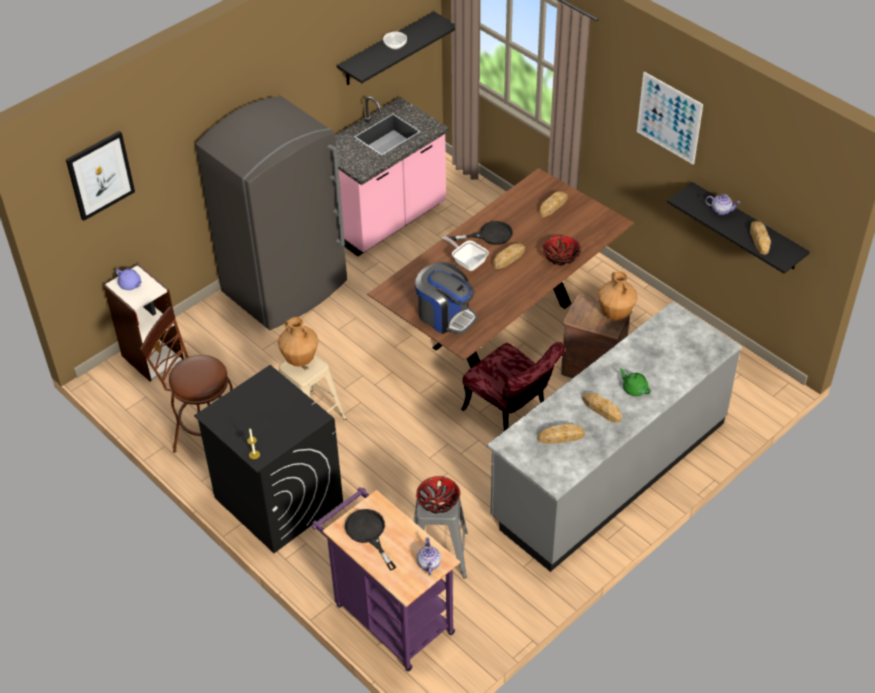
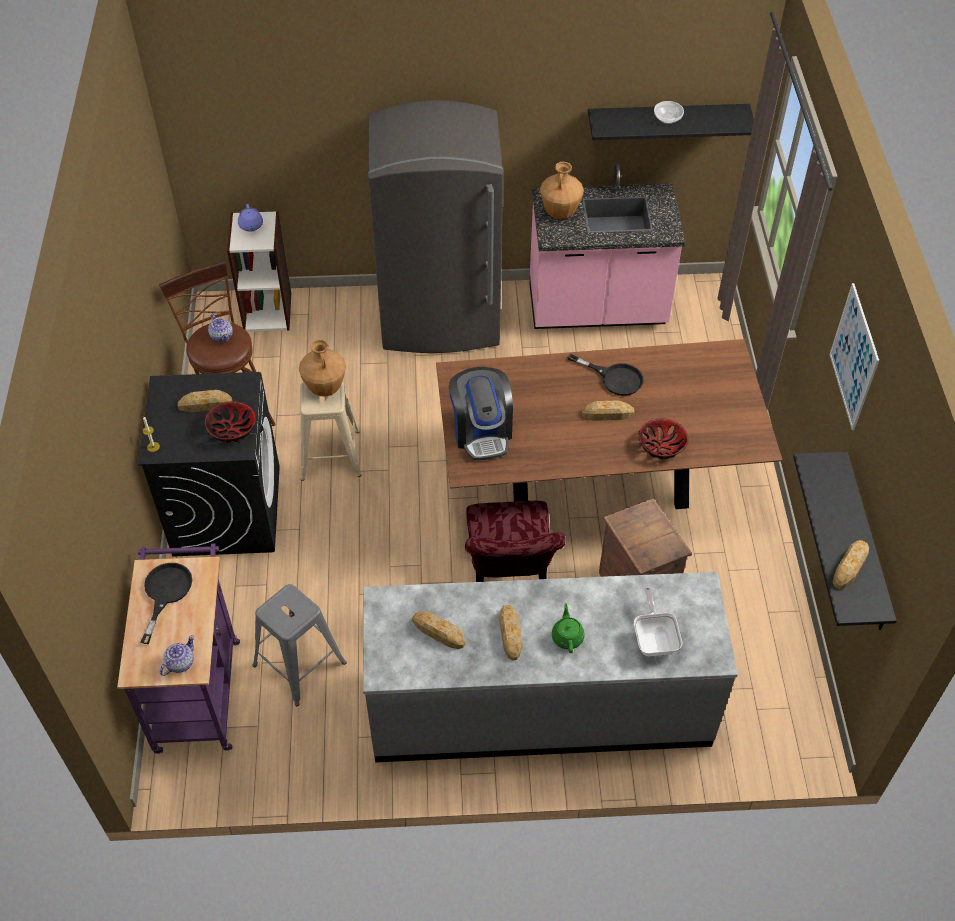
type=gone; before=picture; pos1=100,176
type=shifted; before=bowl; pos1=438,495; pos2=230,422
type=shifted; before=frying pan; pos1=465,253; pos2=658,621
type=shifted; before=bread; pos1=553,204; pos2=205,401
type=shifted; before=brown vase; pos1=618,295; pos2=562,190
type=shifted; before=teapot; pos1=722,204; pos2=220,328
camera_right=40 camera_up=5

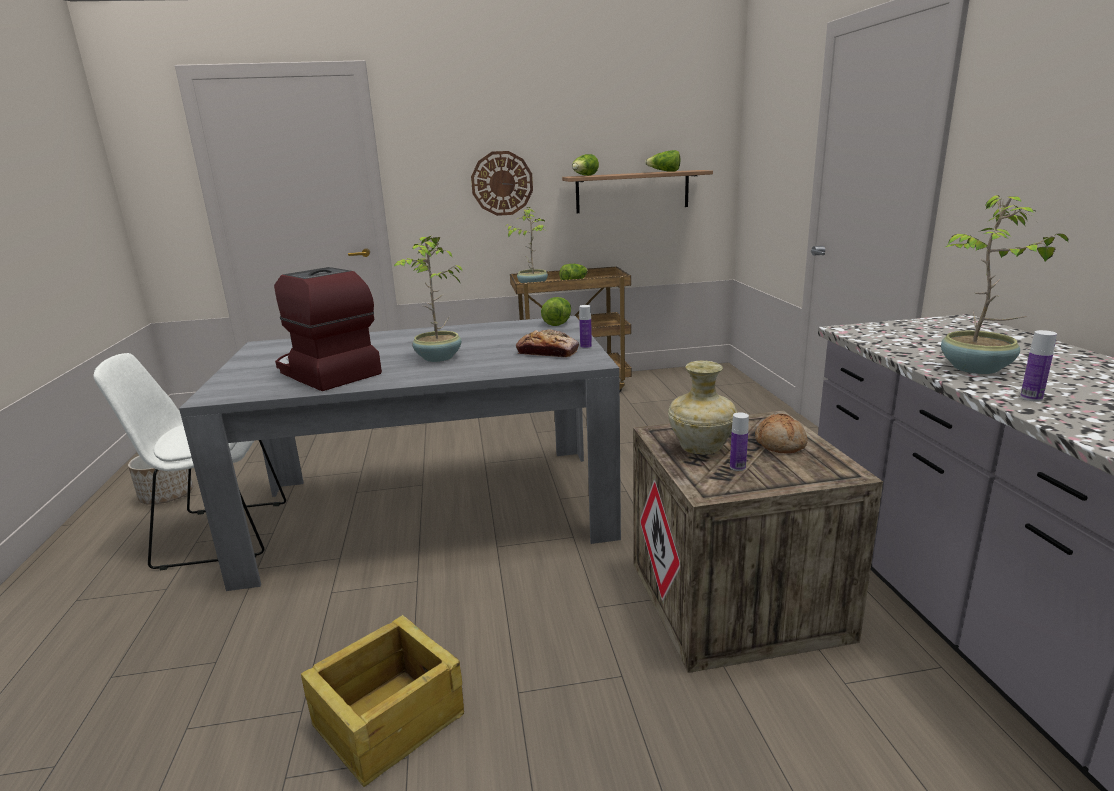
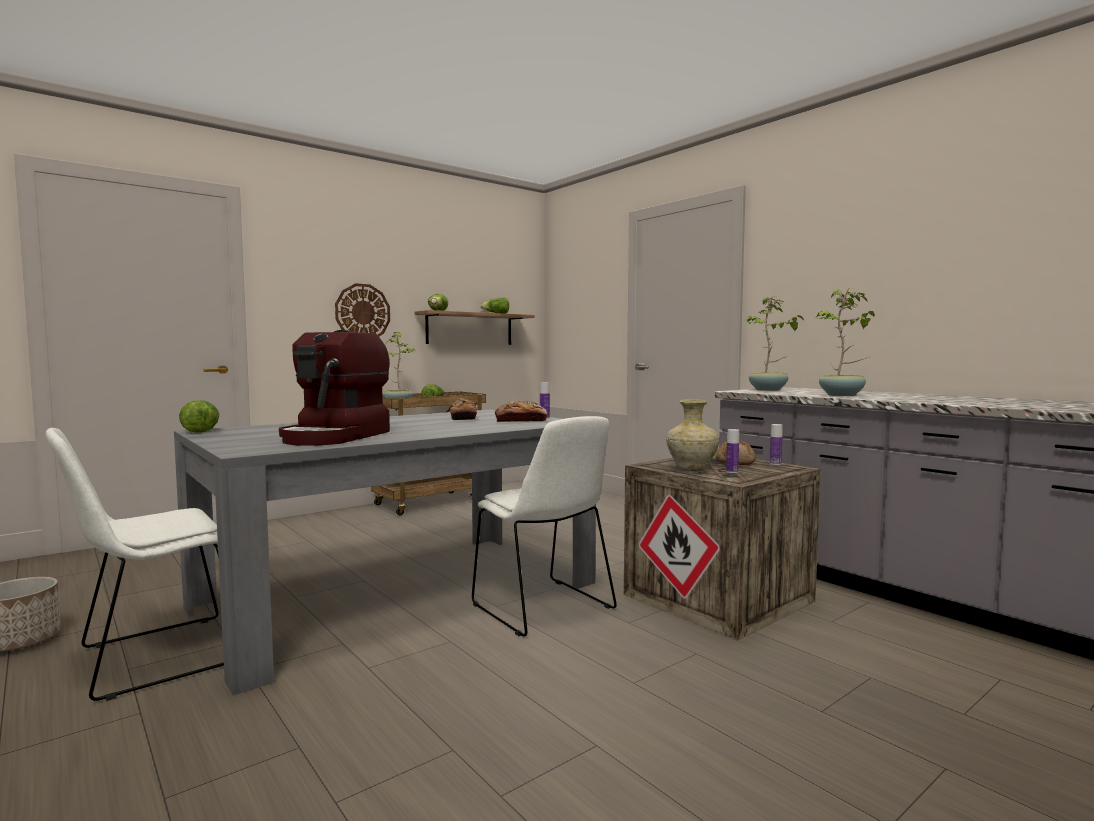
type=rotated; before=coffee machine; pos1=328,329; pos2=334,388; turn=-90
type=gone; before=crate; pos1=382,701
type=shifted; before=potted plant; pos1=428,298; pos2=775,343
type=shifted; before=lettuce; pos1=556,311; pos2=199,416
type=shifted; before=bottle; pos1=1038,366; pos2=776,444
type=new; after=bread; pos2=463,409
type=new; after=white chair; pos2=544,526
camera_right=-30 camera_up=-15

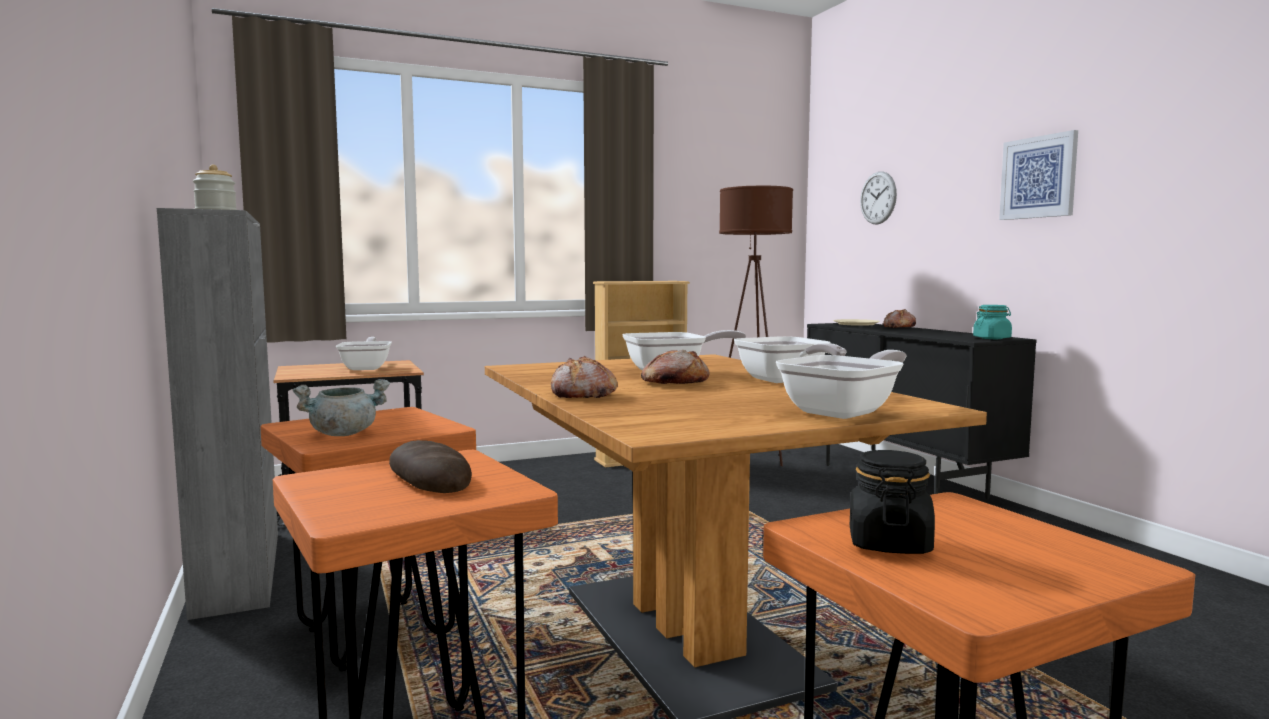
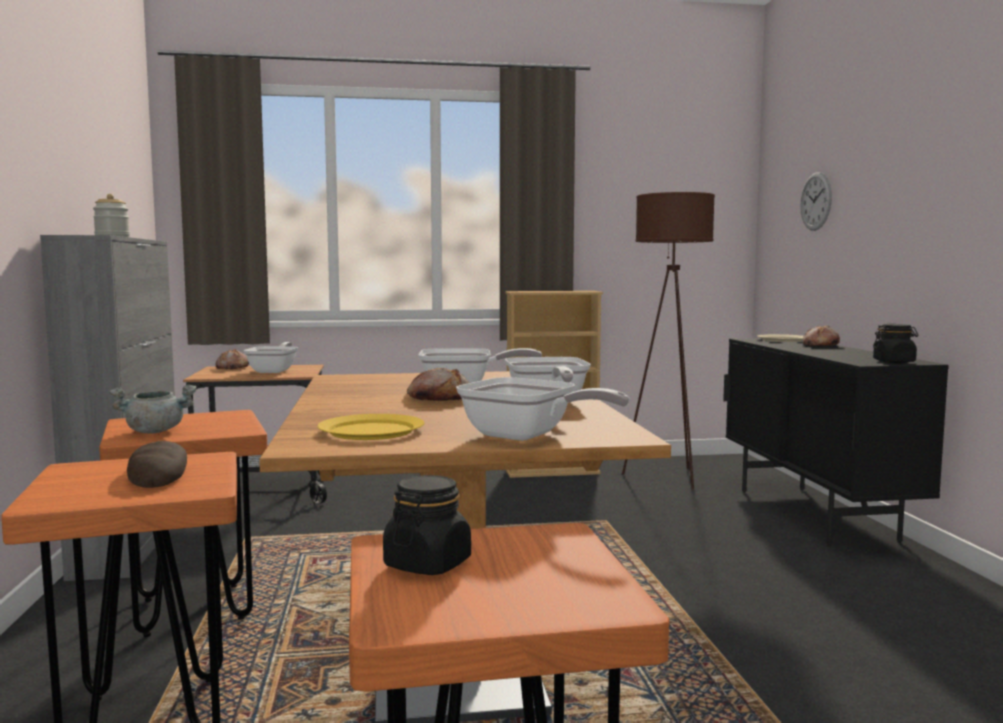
type=shifted; before=bread; pos1=584,377; pos2=232,359
type=rotated; before=frying pan; pos1=841,384; pos2=542,409; turn=60
type=repainted; before=turquoise jar; after=black jar; pos1=992,322; pos2=896,343
type=gone; before=picture; pos1=1038,175
type=new; after=yellow plate; pos2=370,427
camera_right=15 camera_up=0

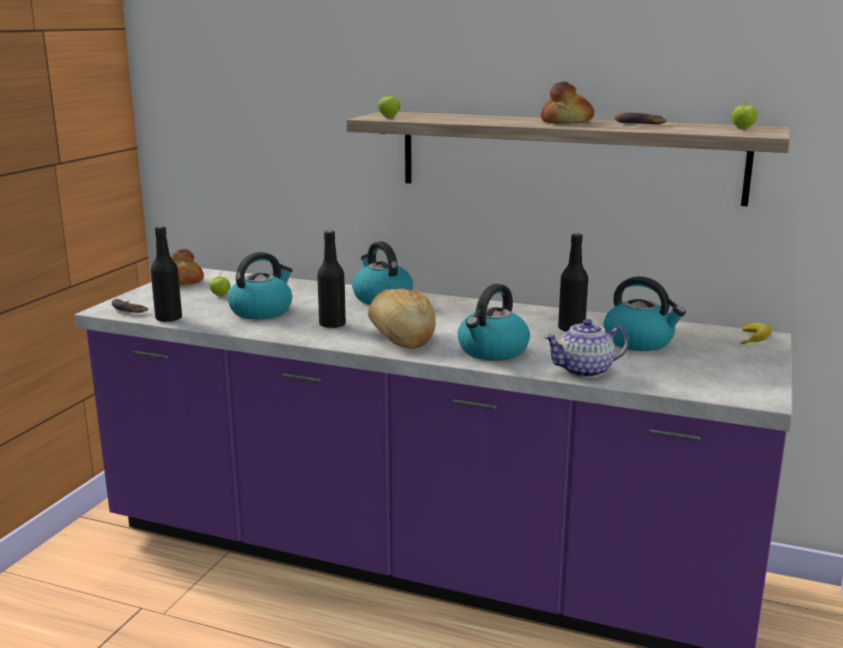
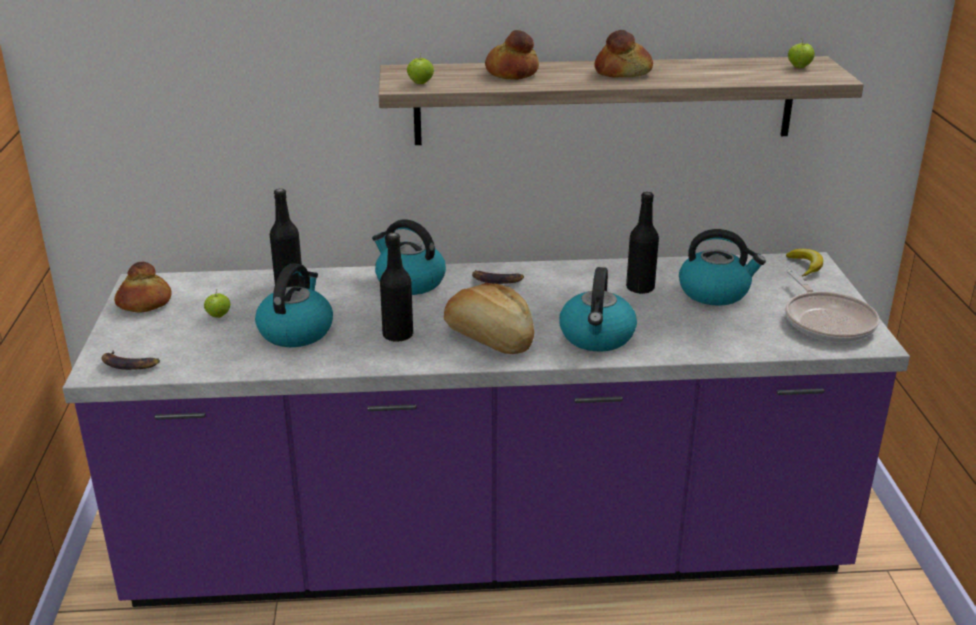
type=shifted; before=black bottle; pos1=166,274; pos2=286,238
type=gone; before=teapot; pos1=586,348
type=shifted; before=banana; pos1=640,119; pos2=498,277
type=new; after=bread; pos2=512,55
type=new; after=frying pan; pos2=832,305
camera_right=-25 camera_up=10

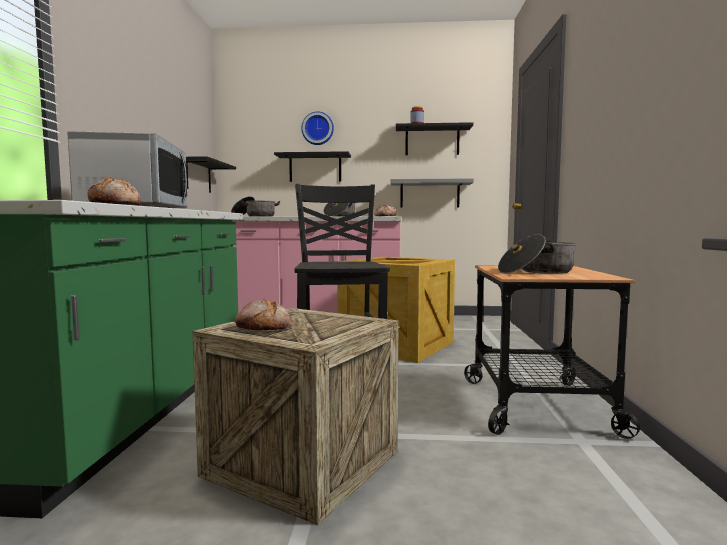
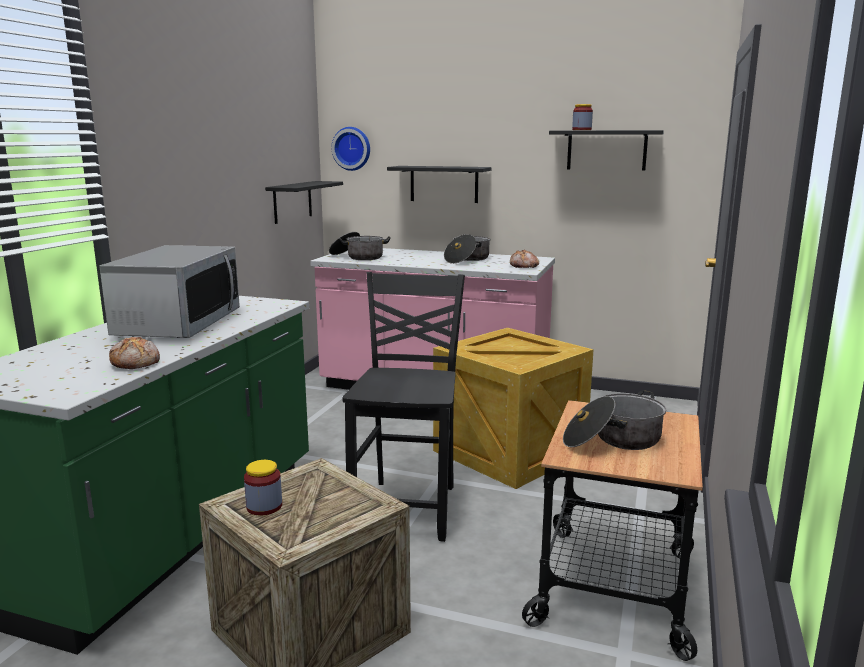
type=swapped; before=bread; after=jar; pos1=262,314; pos2=263,488
type=shifted; before=wall clock; pos1=317,128; pos2=351,149
type=gone; before=grey shelf; pos1=432,193
camera_right=15 camera_up=10

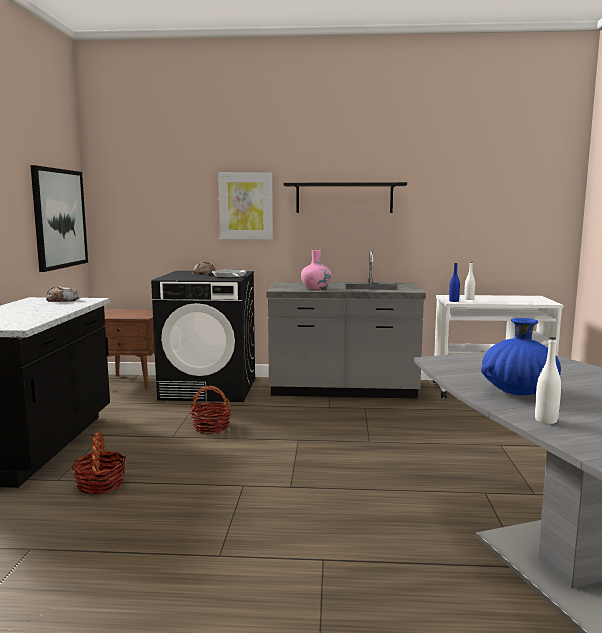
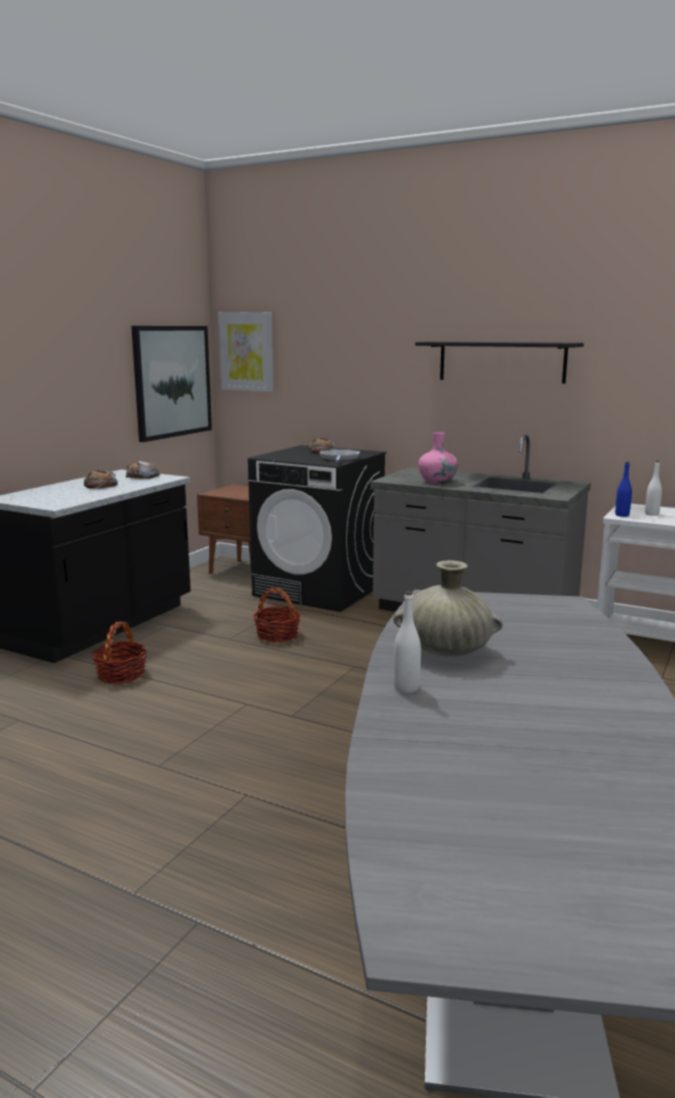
type=shifted; before=picture; pos1=245,205; pos2=246,352
type=repainted; before=blue vase; after=beige vase; pos1=521,356; pos2=448,608
type=new; after=bread; pos2=101,479
camera_right=25 camera_up=5

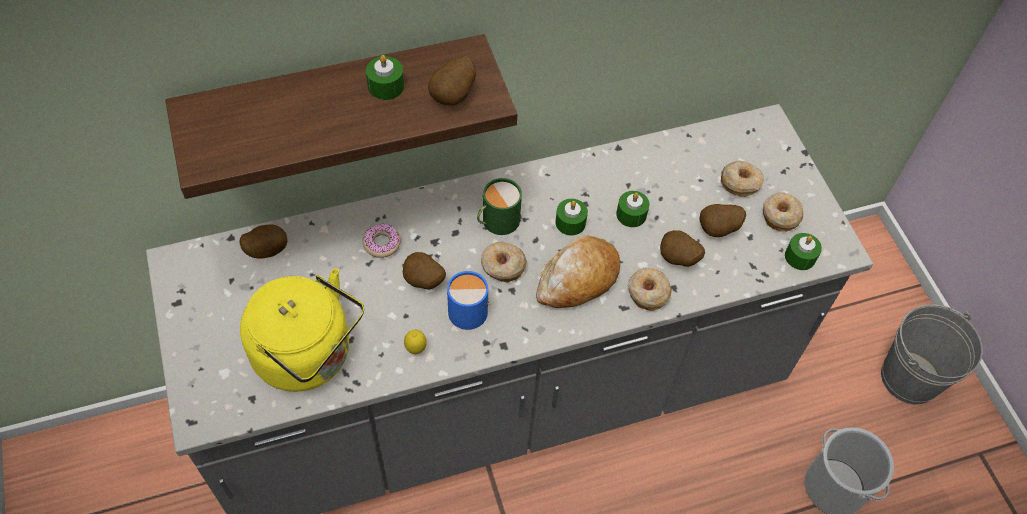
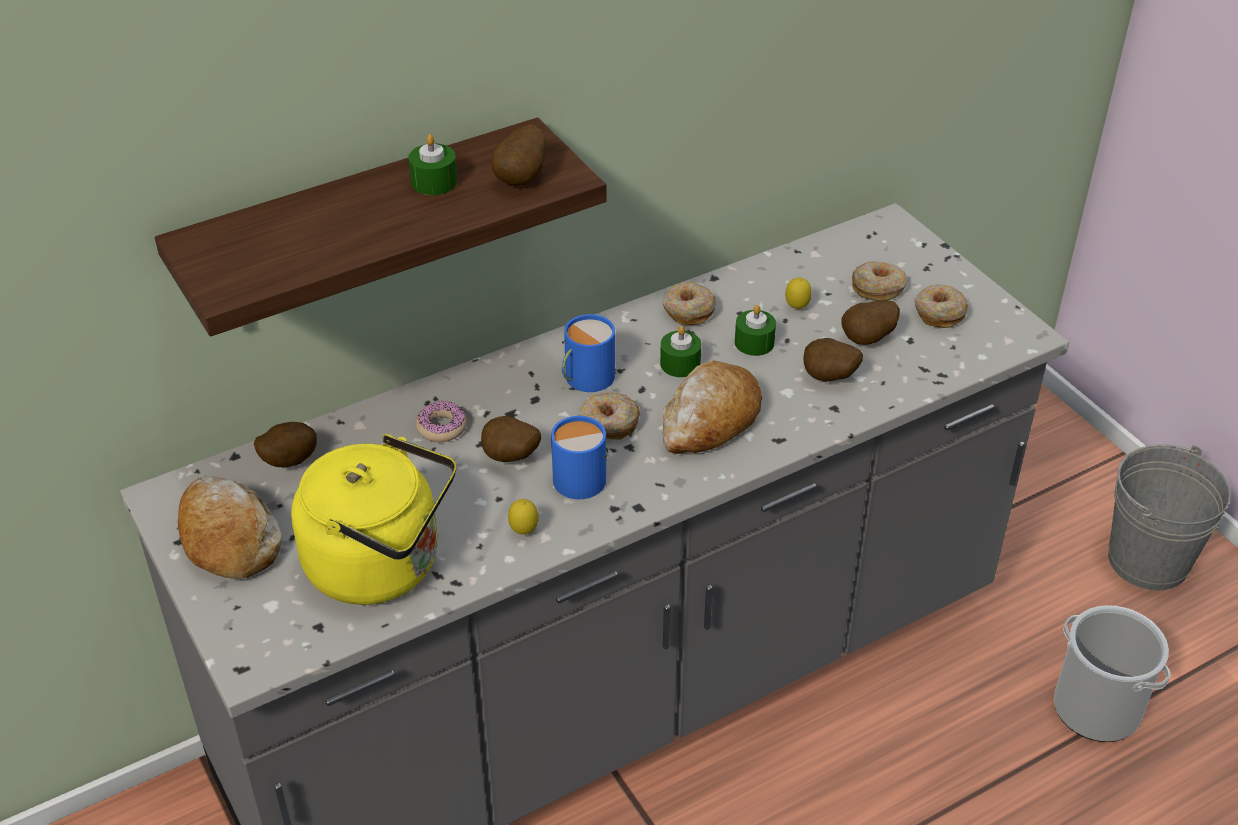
type=repainted; before=green mug; after=blue mug; pos1=499,206; pos2=588,353
type=shifted; before=donut; pos1=650,289; pos2=689,303
type=gone; before=green candle; pos1=803,251
type=new; after=bread; pos2=230,527
type=new; after=lemon; pos2=798,293
camera_right=-10 camera_up=-15

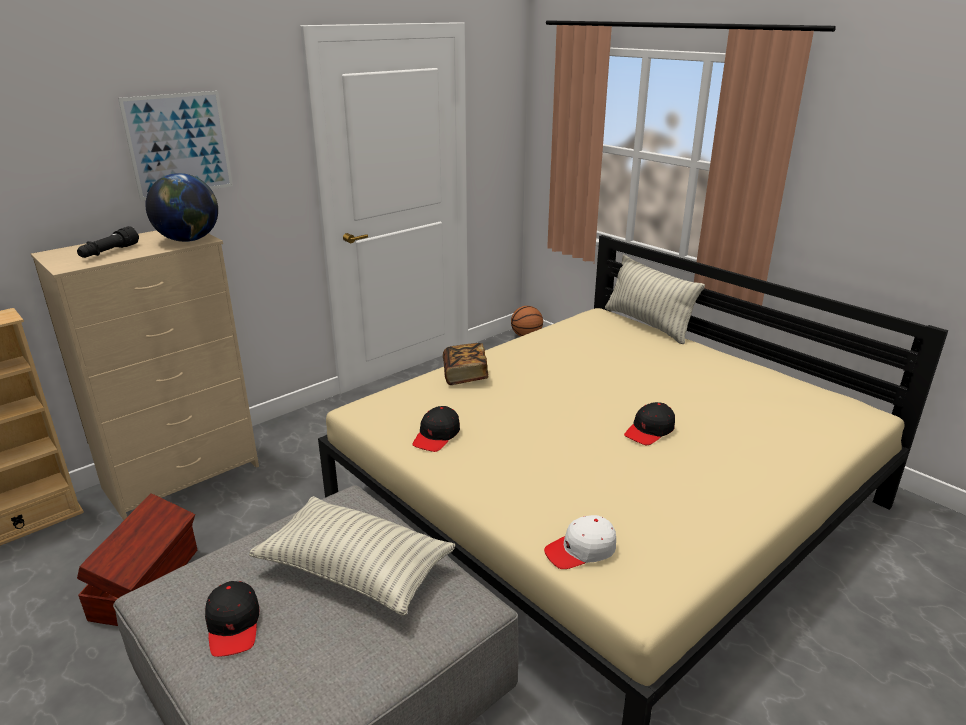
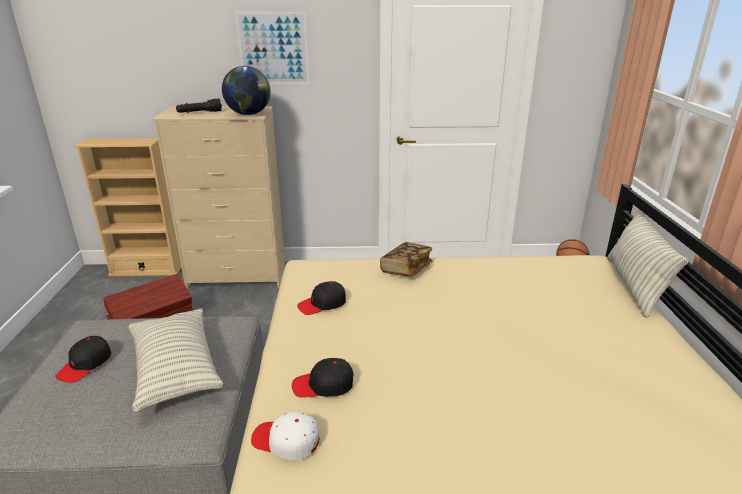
type=shifted; before=black cap; pos1=649,423; pos2=323,378
camera_right=40 camera_up=0

